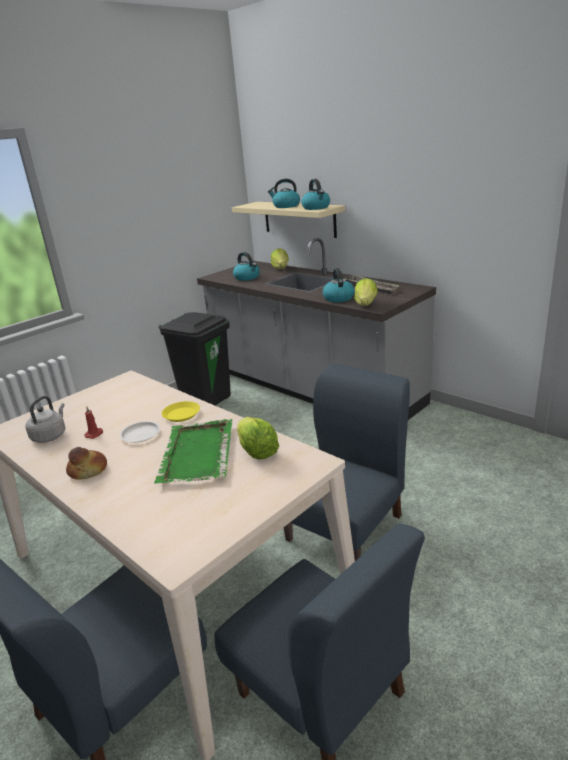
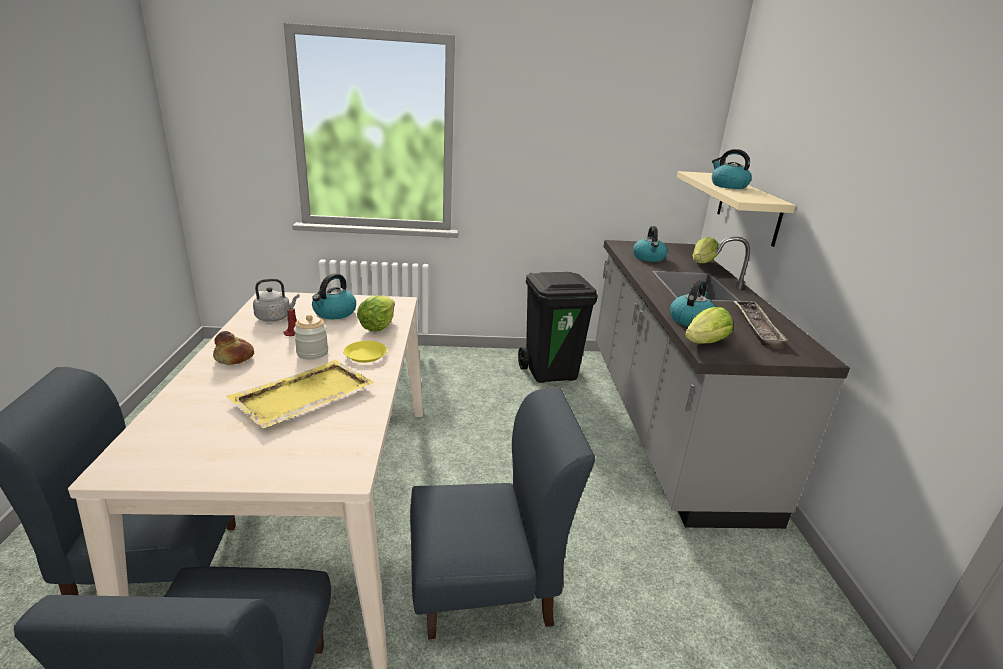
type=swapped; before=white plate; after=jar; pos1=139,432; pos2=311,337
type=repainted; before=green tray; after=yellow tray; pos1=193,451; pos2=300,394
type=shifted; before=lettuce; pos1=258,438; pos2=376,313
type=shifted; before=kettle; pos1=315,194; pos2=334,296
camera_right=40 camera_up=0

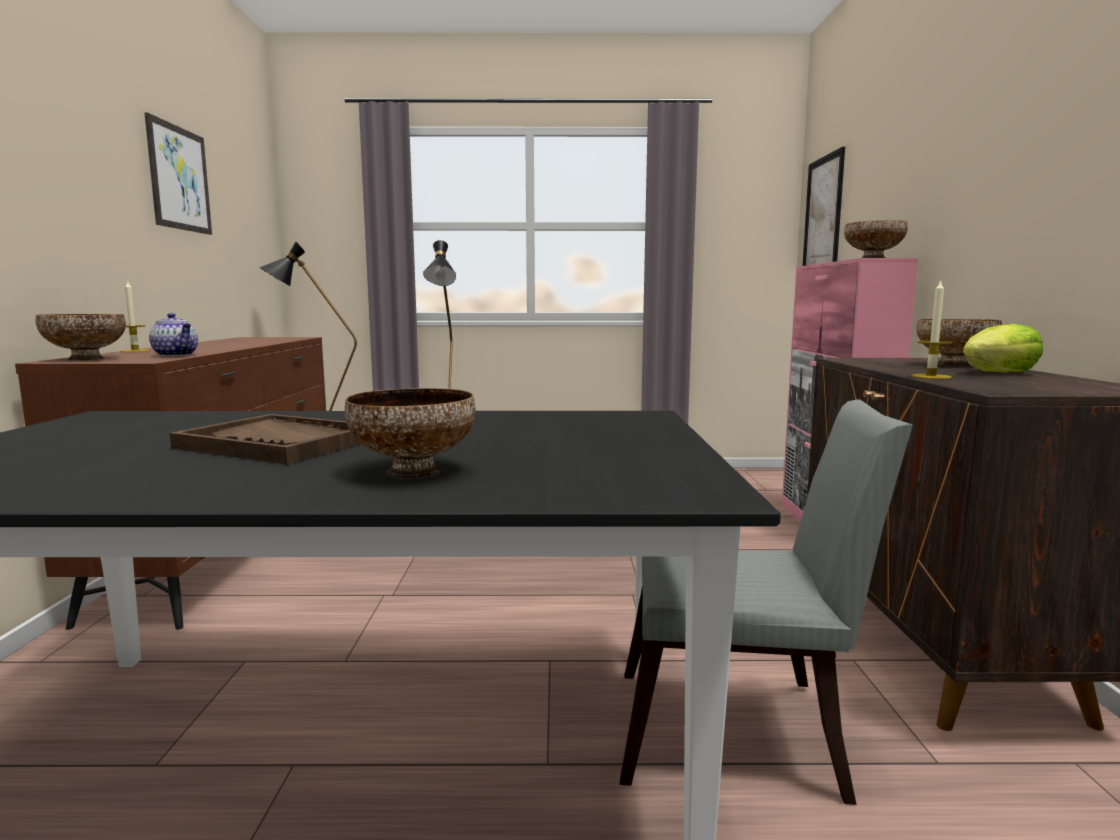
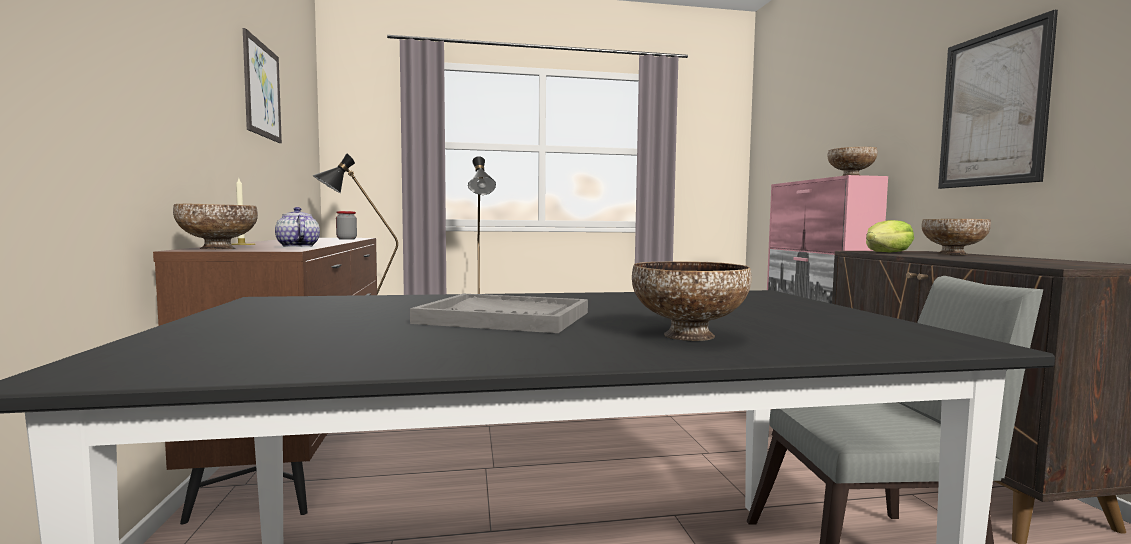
type=rotated; before=teapot; pos1=173,334; pos2=297,227; turn=-150
type=repainted; before=brown tray; after=grey tray; pos1=265,439; pos2=499,313
type=shifted; before=picture; pos1=823,206; pos2=998,99
type=gone; before=candle; pos1=931,329
type=shifted; before=lettuce; pos1=1003,348; pos2=890,236
type=new; after=jar; pos2=346,225
camera_right=-10 camera_up=-5

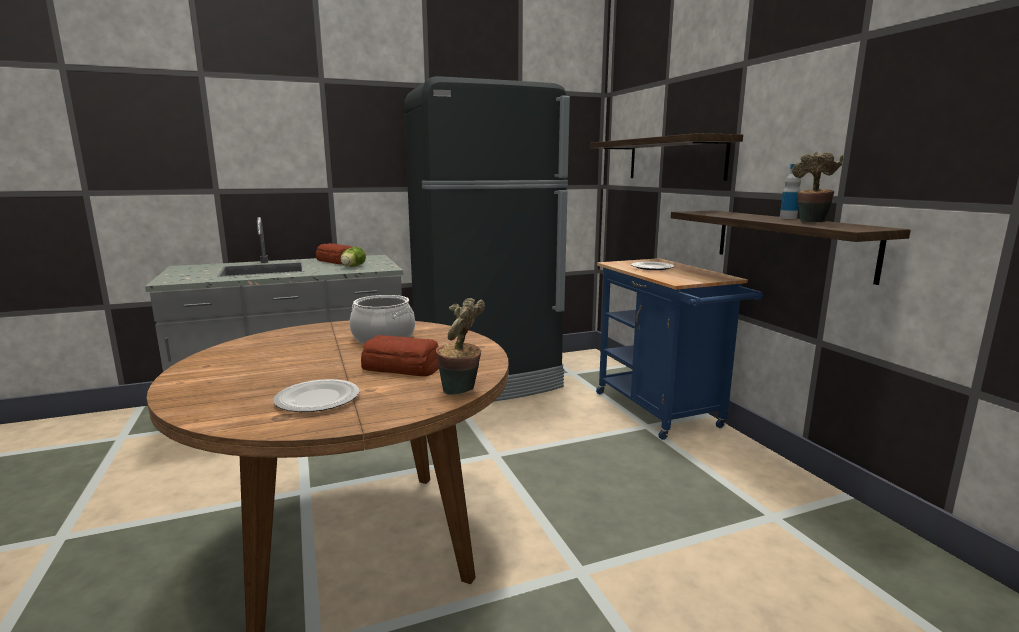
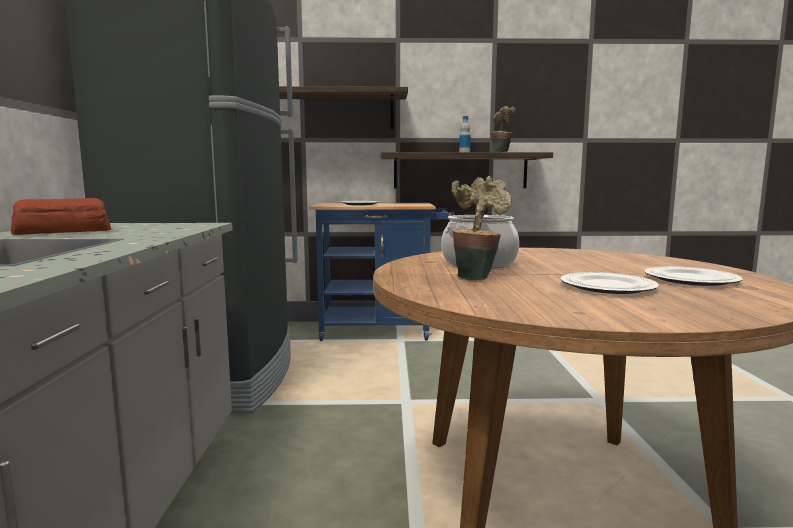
type=gone; before=lettuce; pos1=353,257
type=gone; before=bread; pos1=400,355
type=shifted; before=potted plant; pos1=460,346; pos2=481,228
type=new; after=plate; pos2=609,283
camera_right=-70 camera_up=-5

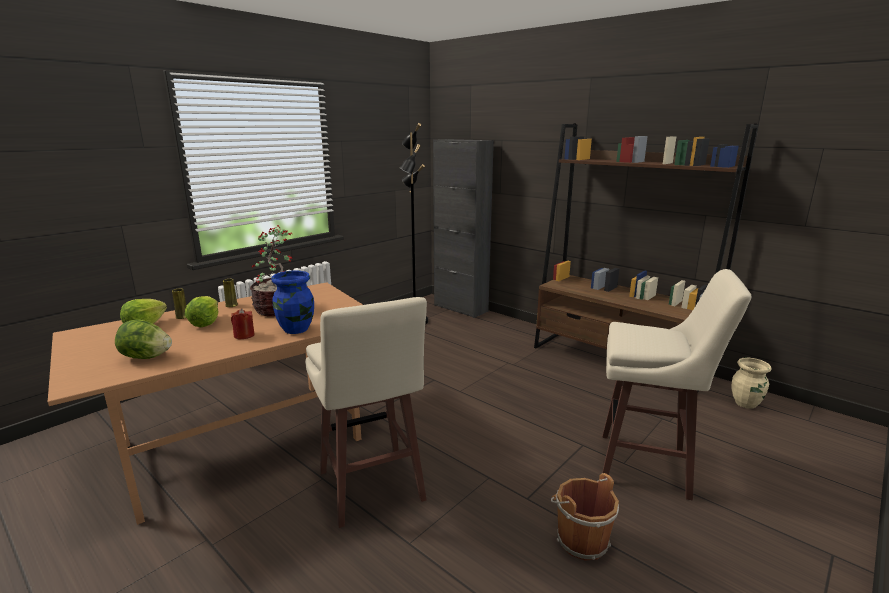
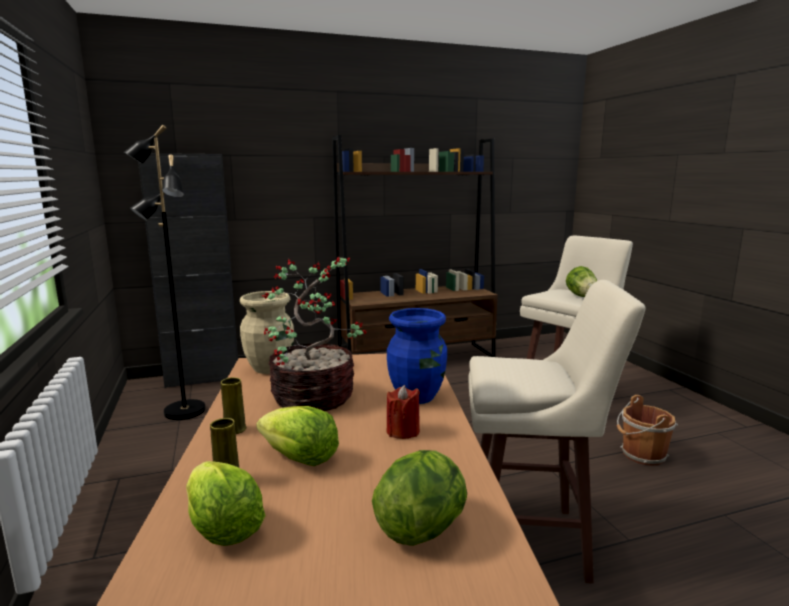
type=shifted; before=beige vase; pos1=752,383; pos2=267,332
type=new; after=lettuce; pos2=581,281
camera_right=-60 camera_up=-5

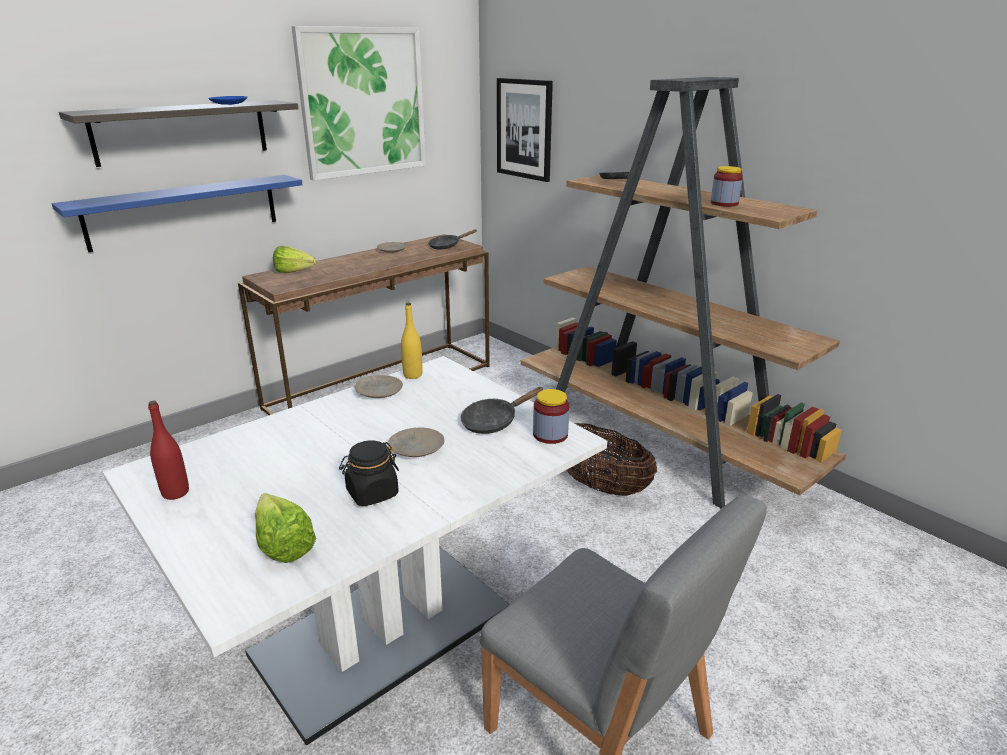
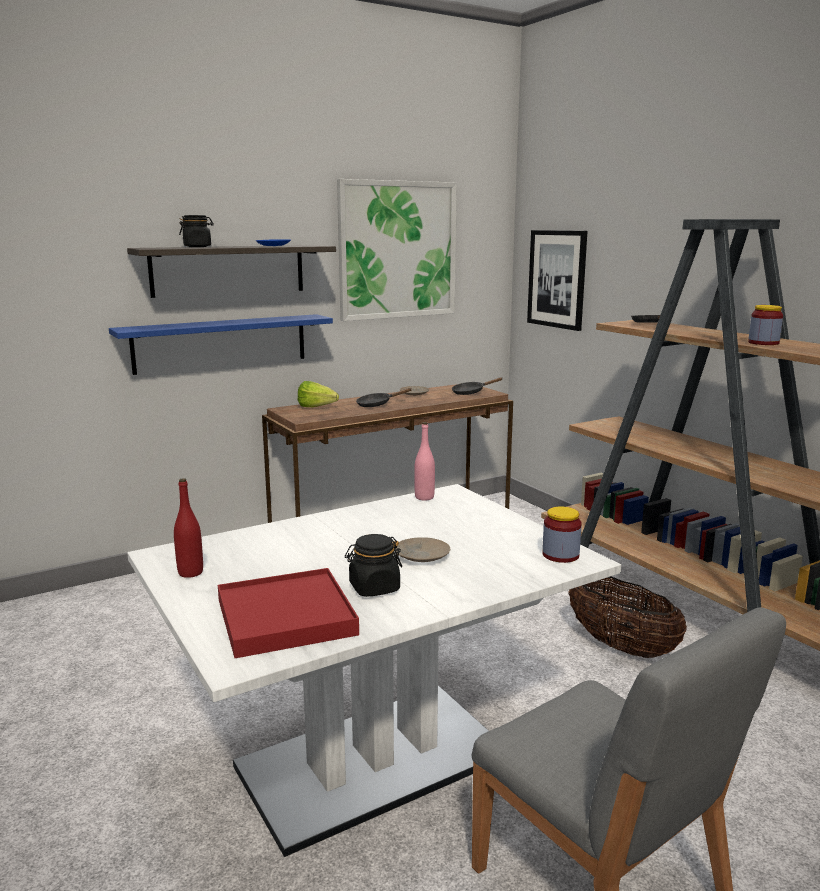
type=swapped; before=lettuce; after=red tray; pos1=285,528; pos2=288,613
type=gone; before=beige plate; pos1=379,386
type=repainted; before=yellow bottle; after=pink bottle; pos1=411,341; pos2=424,461
type=shifted; before=black frying pan; pos1=502,410; pos2=384,397
type=new; after=black jar; pos2=196,231
camera_right=10 camera_up=-10

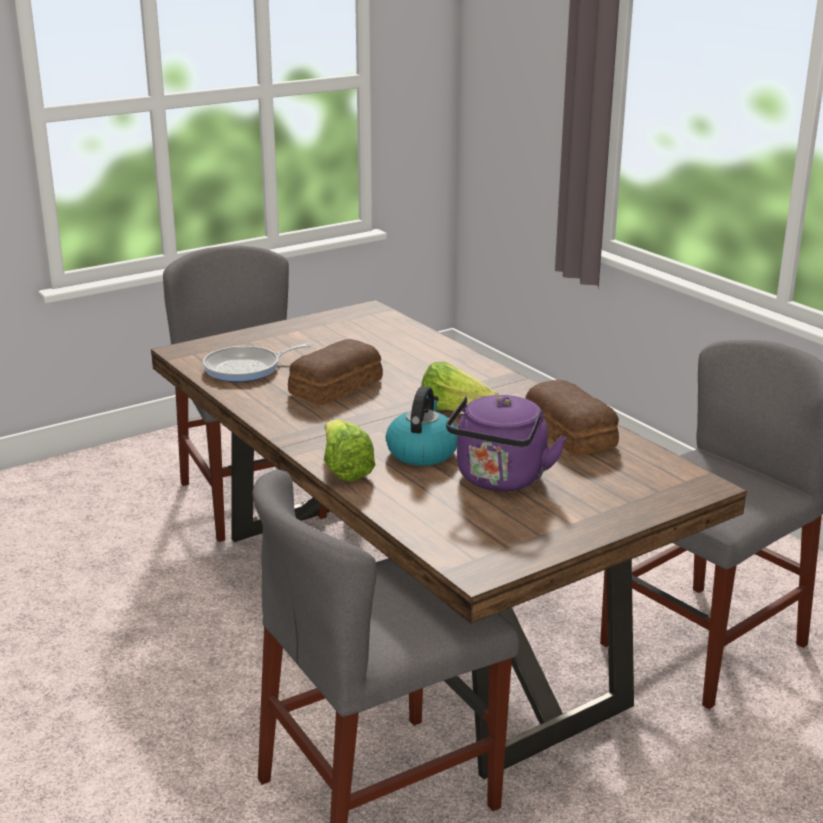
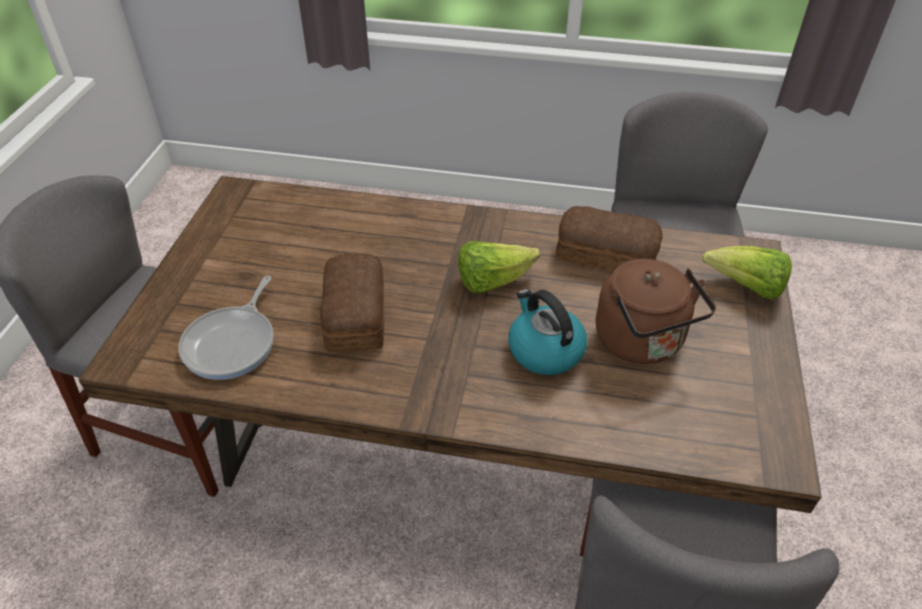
type=shifted; before=lettuce; pos1=349,450; pos2=747,273
type=repainted; before=purple kettle; after=brown kettle; pos1=506,443; pos2=656,311
camera_right=-45 camera_up=20

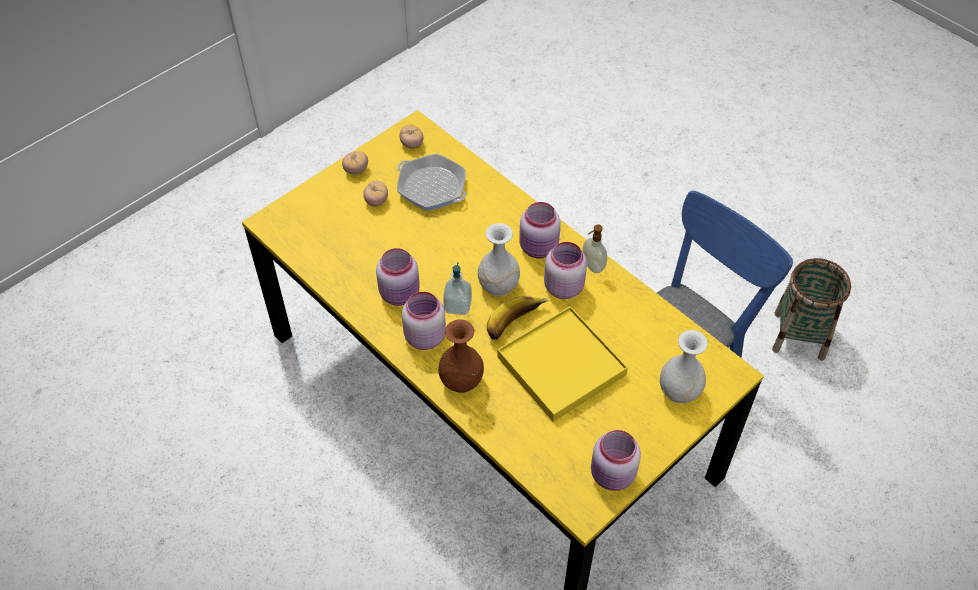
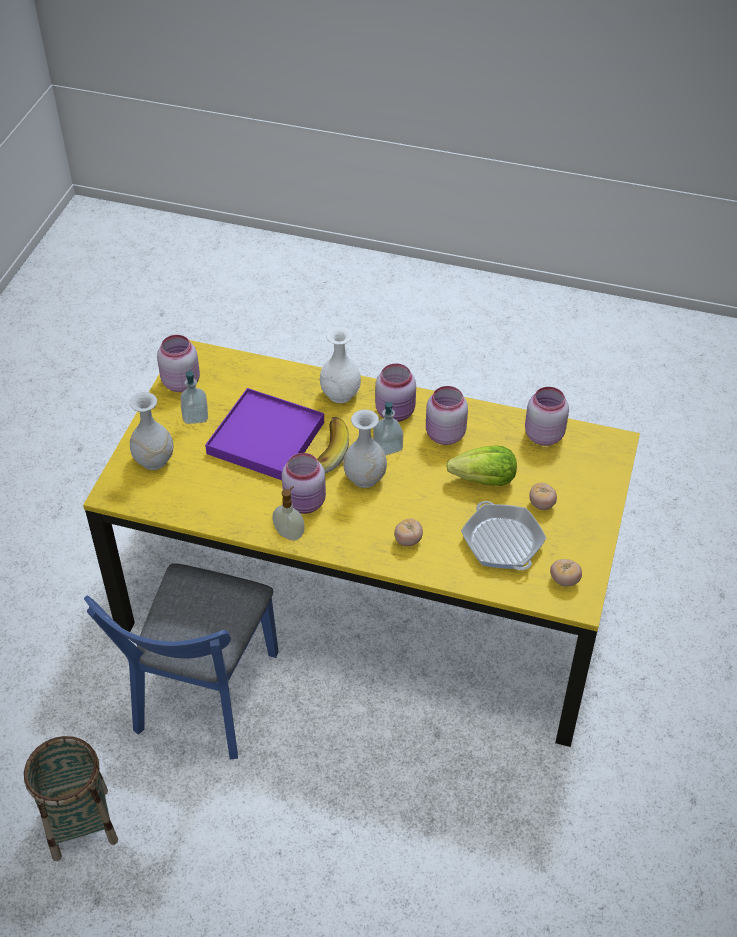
type=shifted; before=tomato; pos1=355,162; pos2=408,532
type=rotated; before=frying pan; pos1=431,182; pos2=503,535; turn=-120
type=repainted; before=brown vase; after=white vase; pos1=461,356; pos2=340,365
type=repainted; before=yellow tray; after=purple tray; pos1=562,364; pos2=264,434
type=shifted; before=pink jar; pos1=540,230; pos2=547,416
type=new; after=soap dispenser; pos2=194,396
type=new; after=lettuce; pos2=481,466
camera_right=150 camera_up=-5

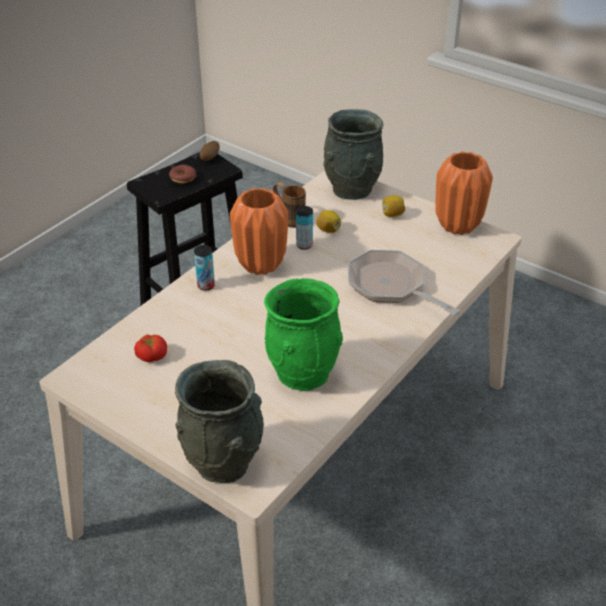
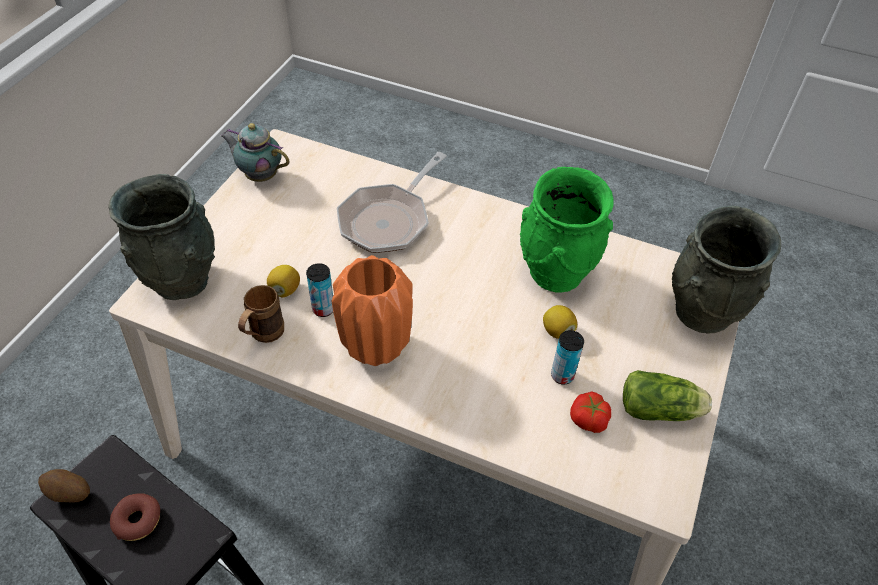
type=shifted; before=can; pos1=204,268; pos2=567,357
type=shifted; before=lemon; pos1=393,206; pos2=560,322
type=swapped; before=orange vase; after=teapot; pos1=464,193; pos2=255,152
type=new; after=lettuce; pos2=667,395
camera_right=-105 camera_up=10

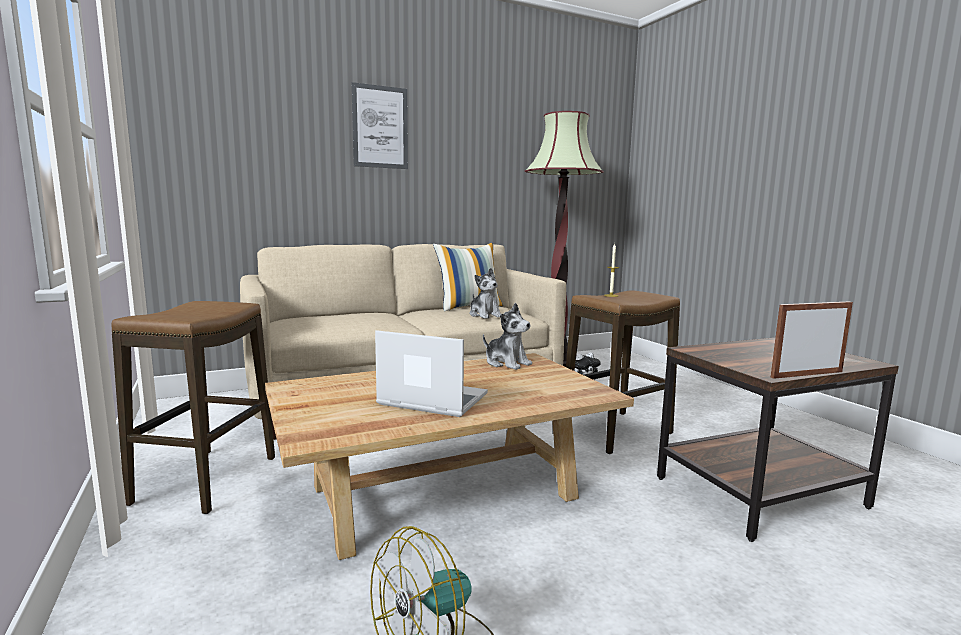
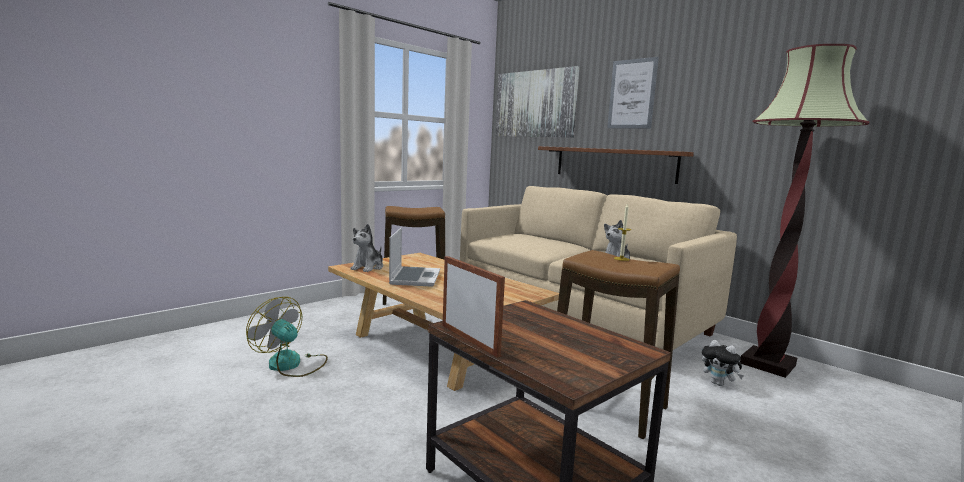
type=gone; before=pillow; pos1=468,277
type=shifted; before=plush toy; pos1=507,336; pos2=366,248
type=new; after=picture; pos2=537,102
type=new; after=shelf; pos2=616,165
camera_right=70 camera_up=0

